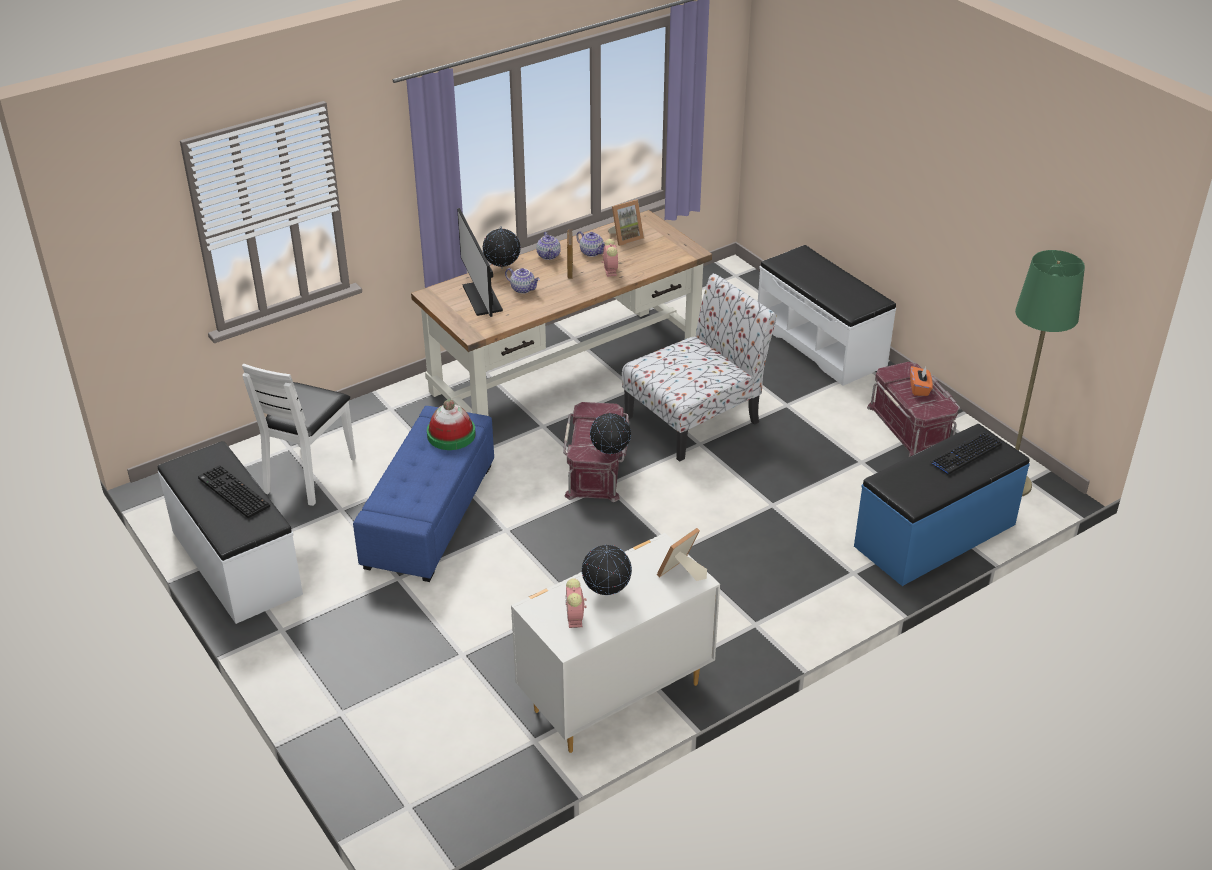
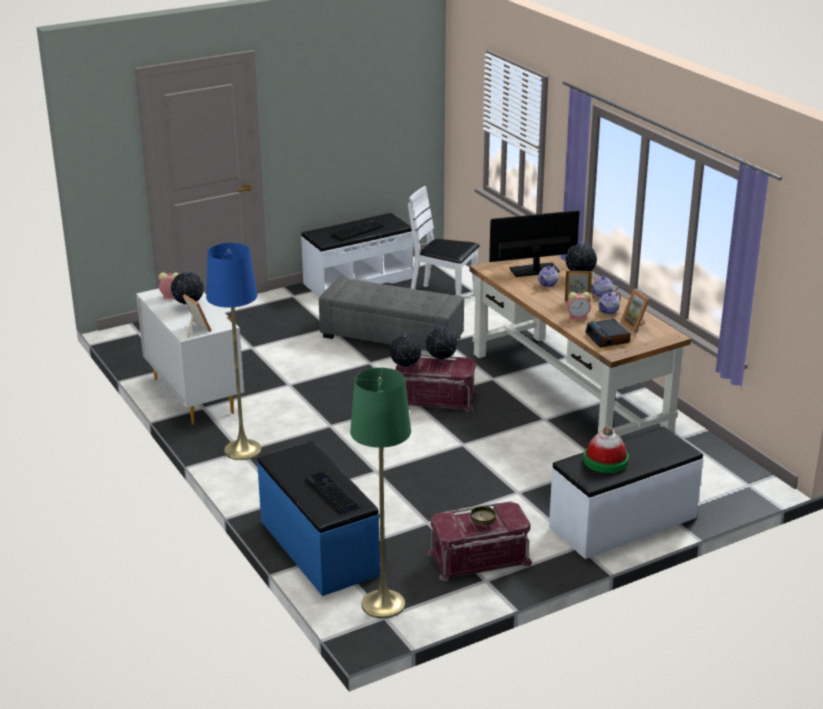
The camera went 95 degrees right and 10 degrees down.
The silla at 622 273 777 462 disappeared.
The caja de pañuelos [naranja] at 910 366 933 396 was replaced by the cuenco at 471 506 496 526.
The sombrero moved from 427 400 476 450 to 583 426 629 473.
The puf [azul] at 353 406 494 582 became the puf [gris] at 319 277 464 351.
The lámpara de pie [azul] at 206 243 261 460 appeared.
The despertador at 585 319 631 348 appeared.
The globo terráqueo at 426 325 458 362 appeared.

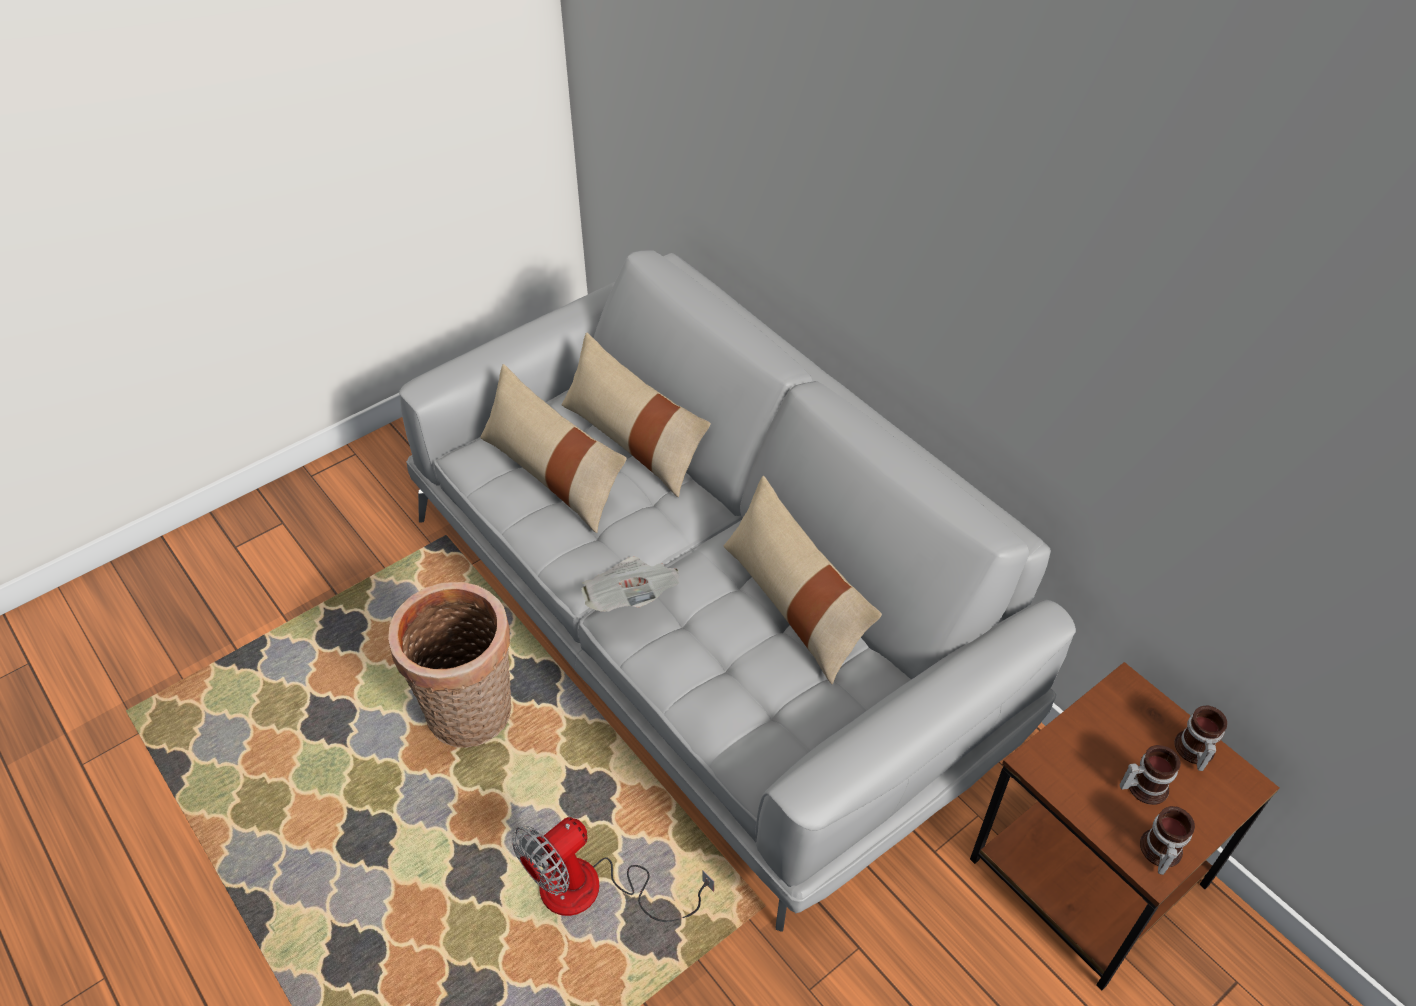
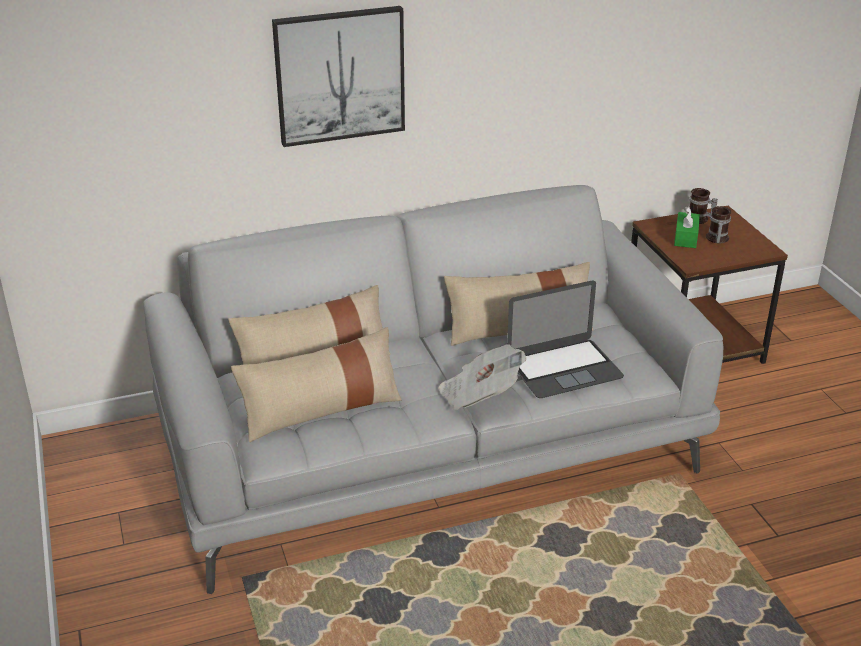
The camera went 70 degrees left and 15 degrees down.
The cesta at 388 582 512 748 disappeared.
The taza grande at 1140 806 1195 875 disappeared.
The ventilador at 512 817 714 922 disappeared.
The cuadro at 272 6 405 147 appeared.
The caja de pañuelos [verde] at 674 206 700 248 appeared.
The portátil at 507 281 624 398 appeared.

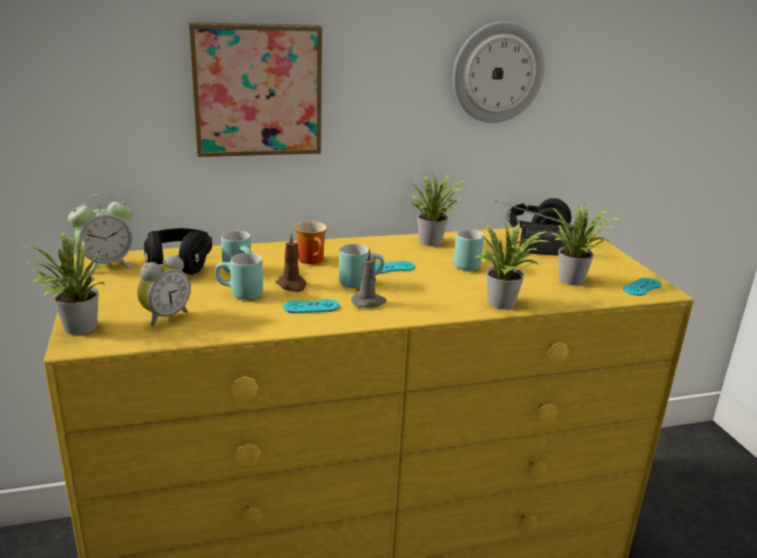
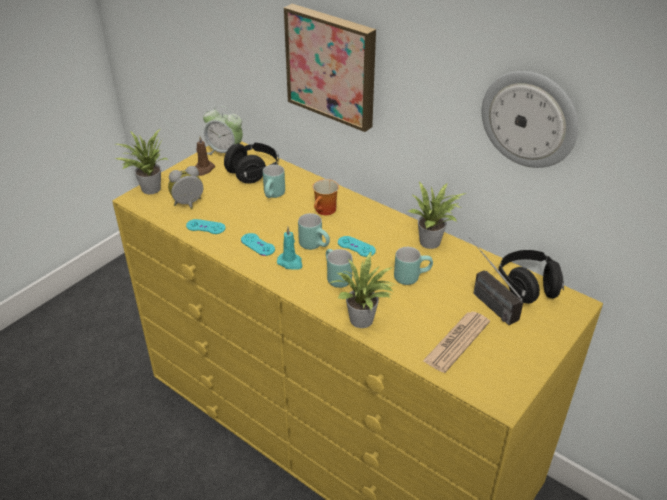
The camera went 55 degrees right and 15 degrees up.
The planta en maceta at 551 204 620 285 was replaced by the periódico at 423 311 490 373.
The vela [marrón] moved from 276 233 306 292 to 195 136 215 176.
The vela [gris] at 351 248 386 308 became the vela [turquesa] at 277 227 302 270.
The taza grande [turquesa] moved from 215 253 263 300 to 326 249 352 288.
The despertador at 137 255 191 326 turned 150 degrees clockwise.
The mando de consola [turquesa] moved from 623 278 662 296 to 186 219 226 234.

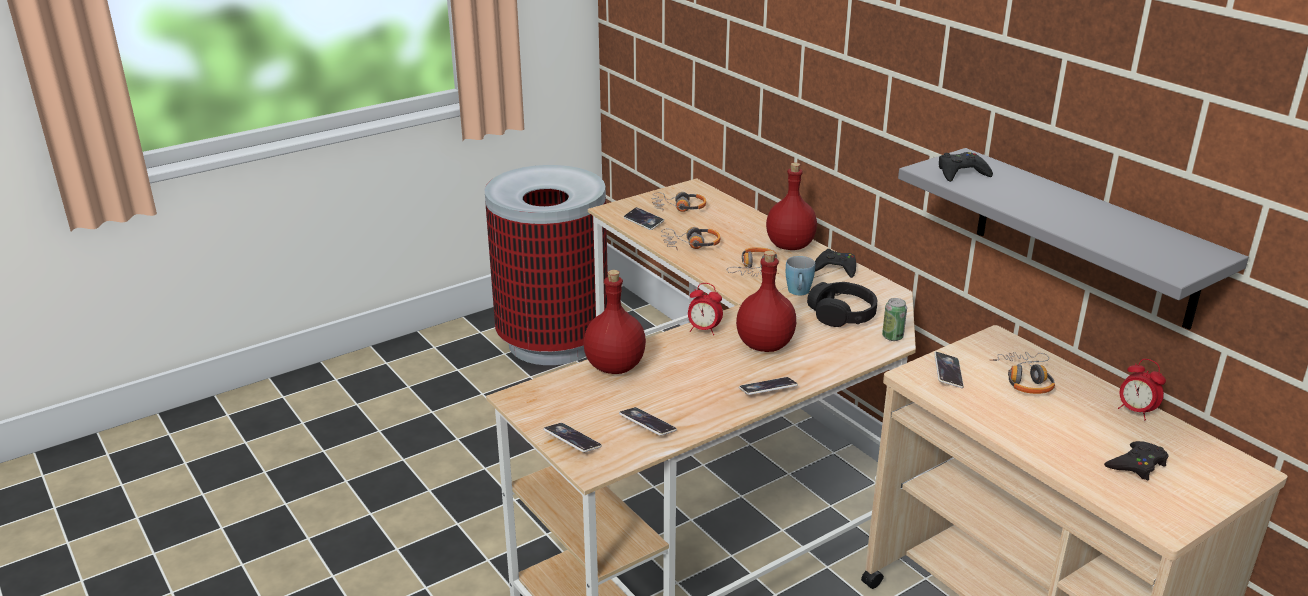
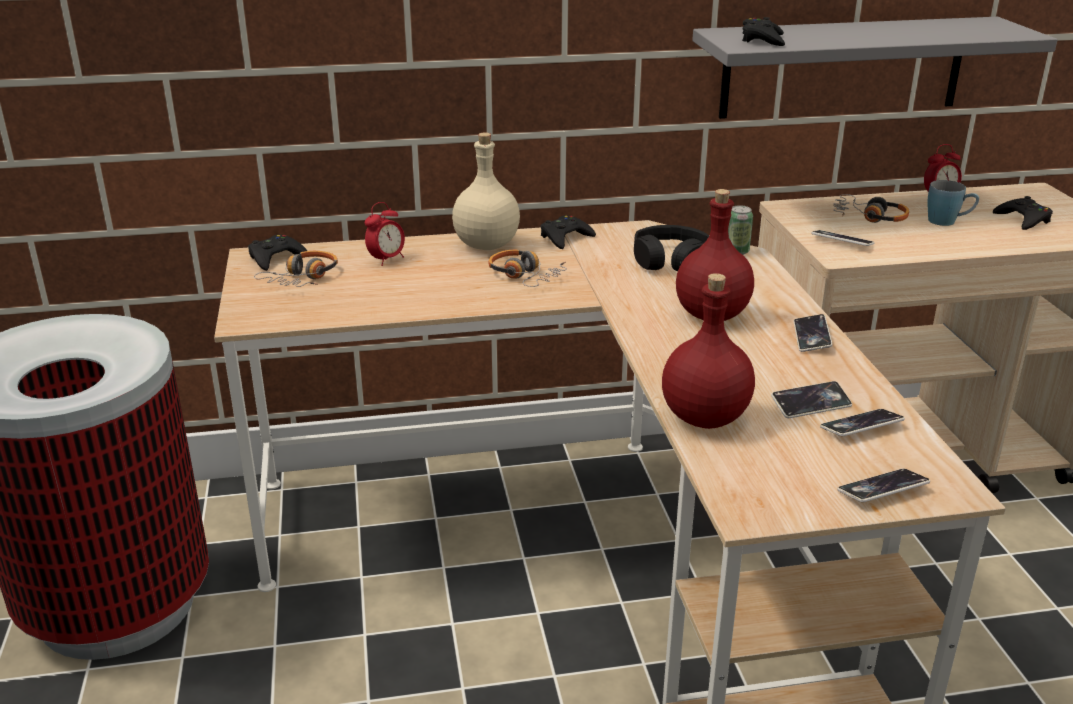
The camera went 65 degrees left and 0 degrees up.
The botella [rojo] at 766 163 817 250 became the botella [beis] at 452 132 520 250.
The móvil moved from 623 207 664 230 to 771 381 852 418.
The auriculares at 661 227 721 250 disappeared.
The taza grande [azul] moved from 786 256 815 295 to 927 180 979 226.
The despertador moved from 688 283 723 335 to 365 202 405 266.
The mando de consola [negro] at 248 235 307 271 appeared.

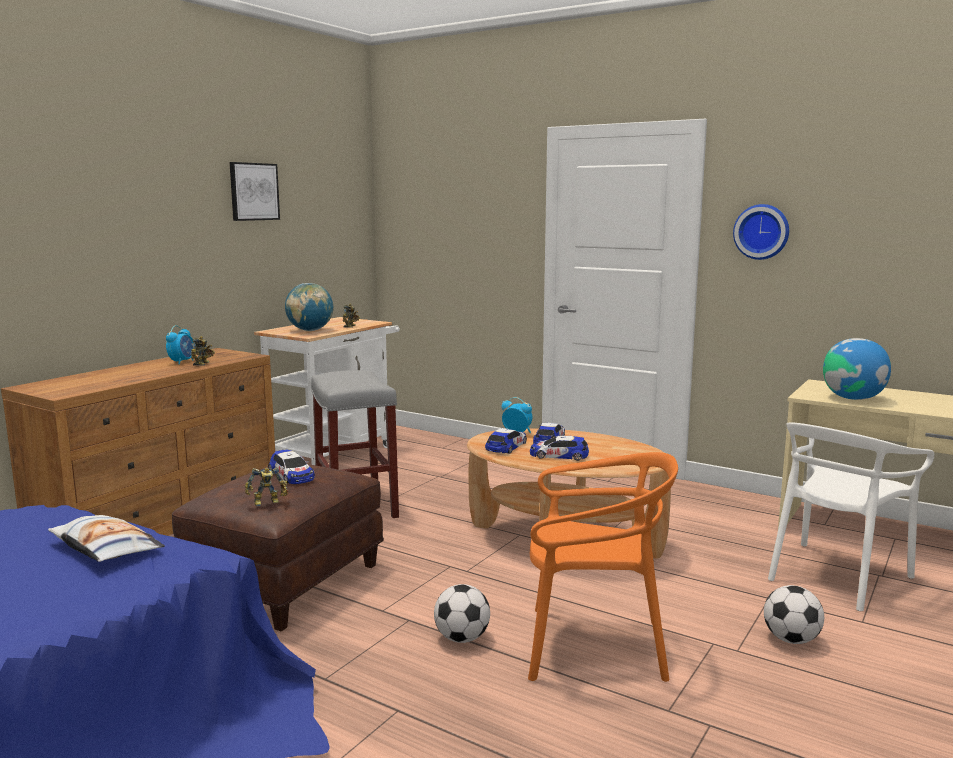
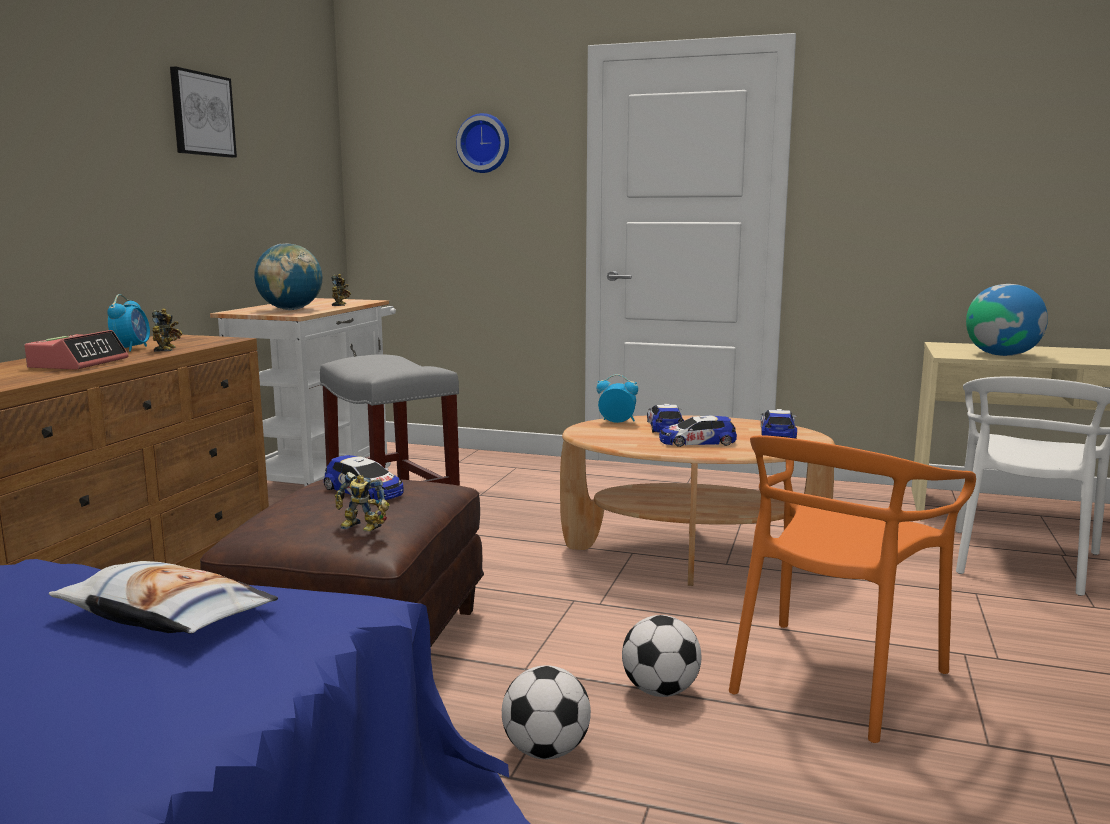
The camera went 15 degrees left and 0 degrees up.
The reloj de pared moved from 733 204 789 260 to 456 113 509 173.
The coche de juguete moved from 485 428 527 454 to 761 409 797 439.
The silla [naranja] at 528 452 678 682 turned 135 degrees clockwise.
The robot de juguete at 245 467 288 506 turned 60 degrees clockwise.
The balón de fútbol moved from 764 585 824 644 to 502 665 591 759.
The despertador at 24 330 129 370 appeared.

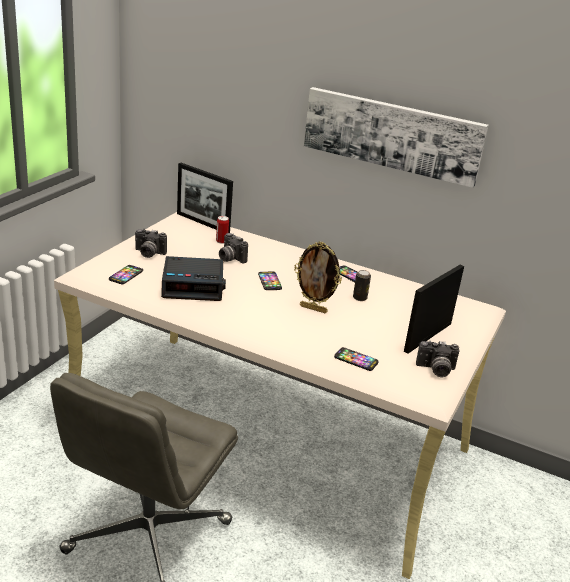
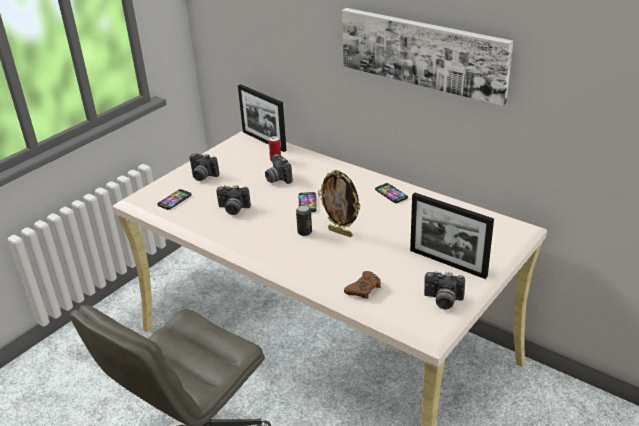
The camera went 15 degrees right and 5 degrees up.
The despertador at 161 256 226 301 was replaced by the cámara at 216 185 251 215.
The portarretratos at 404 265 464 354 turned 105 degrees counterclockwise.
The lata moved from 353 270 371 301 to 296 205 312 236.
The móvil at 334 347 379 371 was replaced by the mando de consola [marrón] at 344 271 381 299.

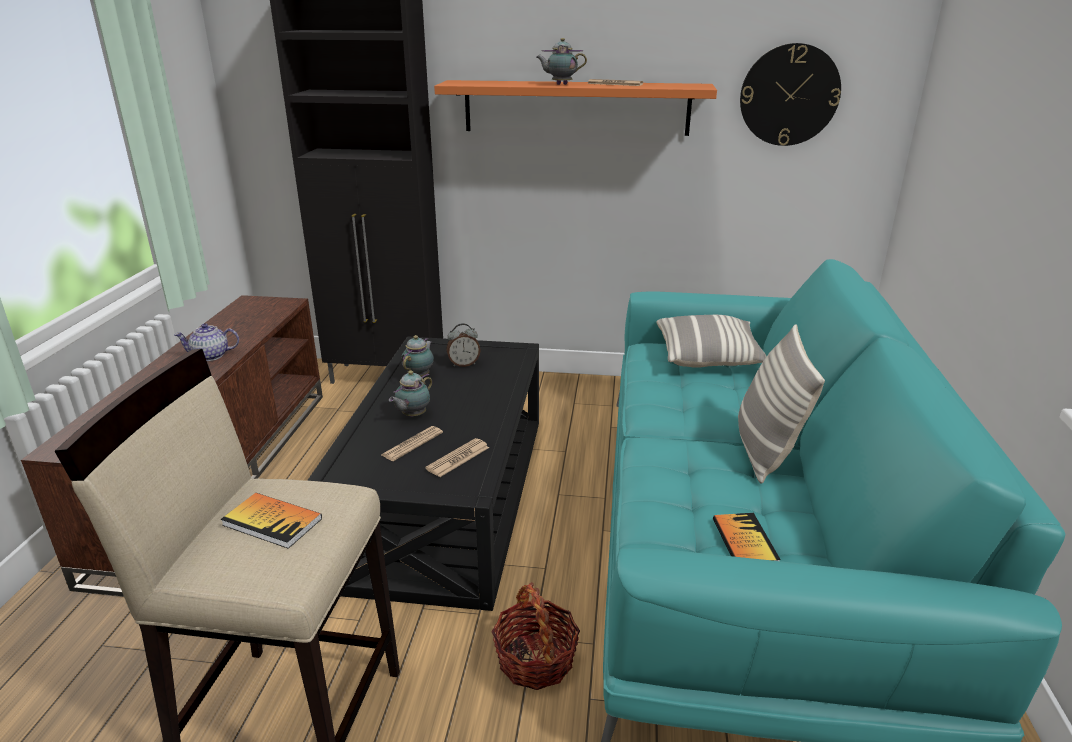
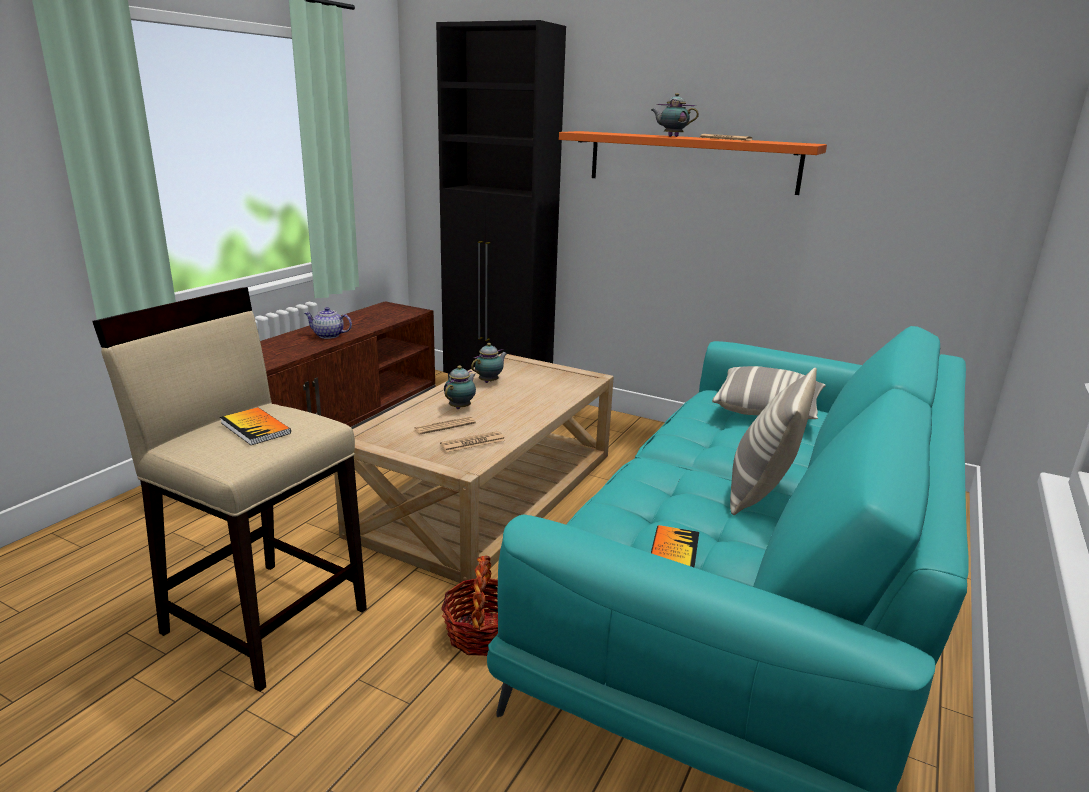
The camera went 20 degrees right and 5 degrees down.
The reloj de pared at 740 43 841 146 disappeared.
The despertador at 447 323 481 367 disappeared.
The mesa de centro [negro] at 307 337 539 611 became the mesa de centro [beis] at 334 353 614 585.
The tetera at 389 371 432 417 turned 150 degrees clockwise.

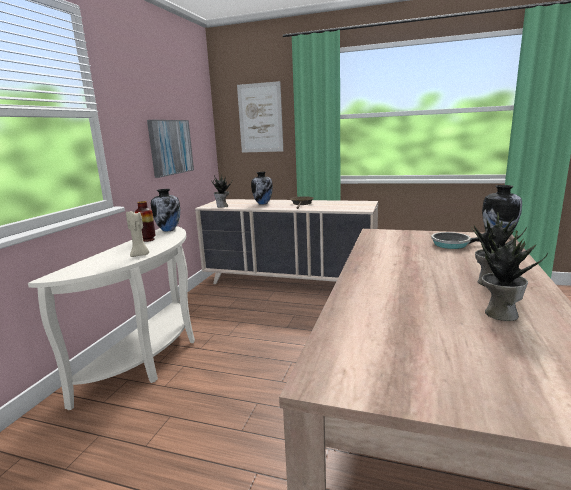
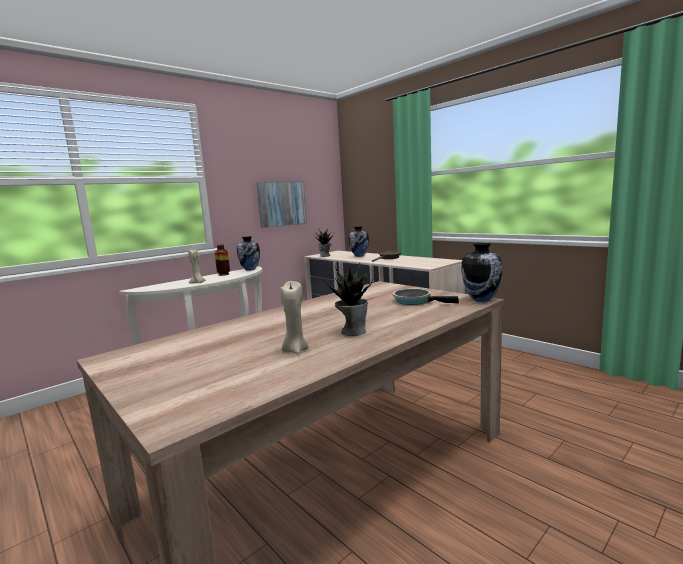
The camera went 30 degrees right and 5 degrees down.
The cuadro at 237 81 283 153 disappeared.
The planta en maceta at 481 230 548 321 was replaced by the vela [beis] at 280 281 309 354.

